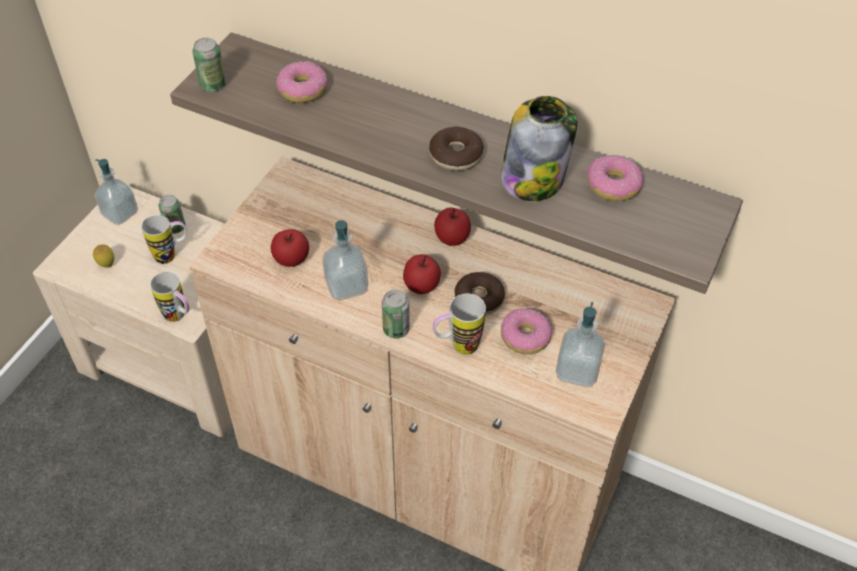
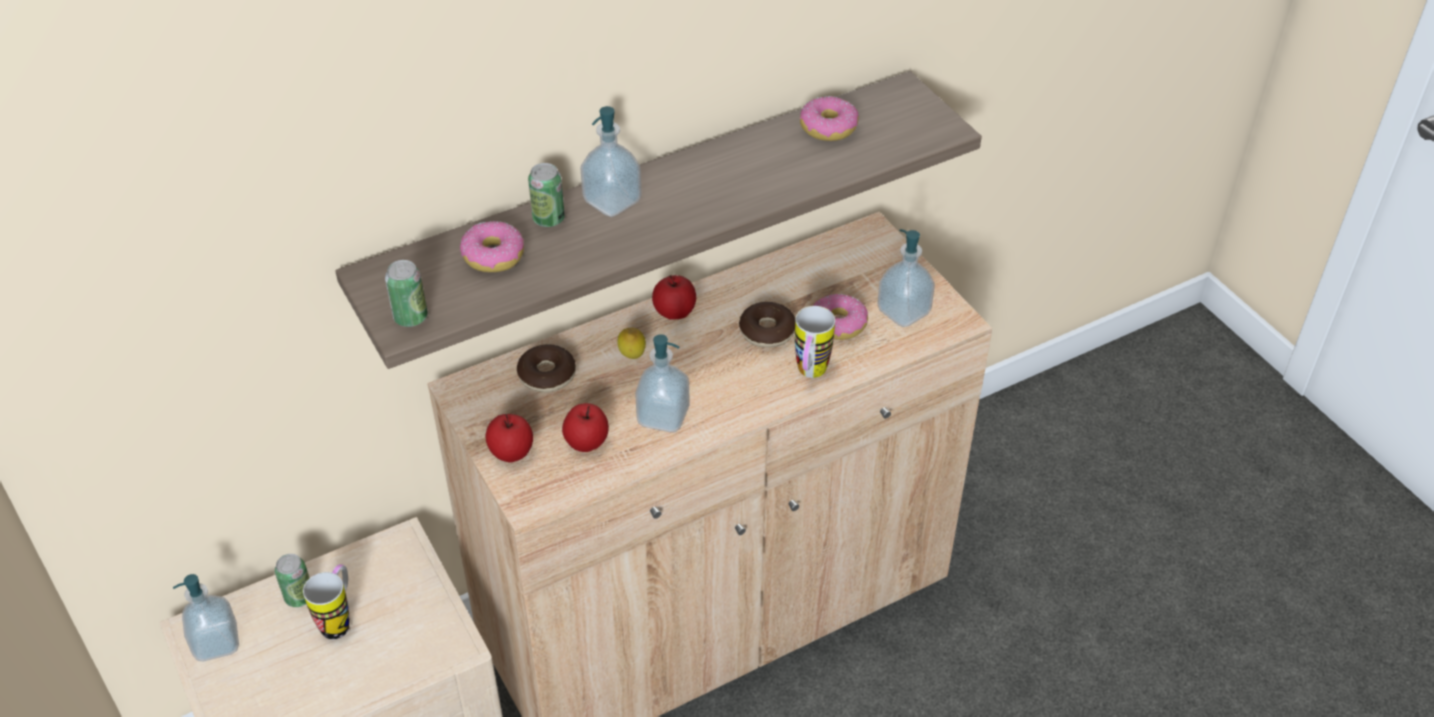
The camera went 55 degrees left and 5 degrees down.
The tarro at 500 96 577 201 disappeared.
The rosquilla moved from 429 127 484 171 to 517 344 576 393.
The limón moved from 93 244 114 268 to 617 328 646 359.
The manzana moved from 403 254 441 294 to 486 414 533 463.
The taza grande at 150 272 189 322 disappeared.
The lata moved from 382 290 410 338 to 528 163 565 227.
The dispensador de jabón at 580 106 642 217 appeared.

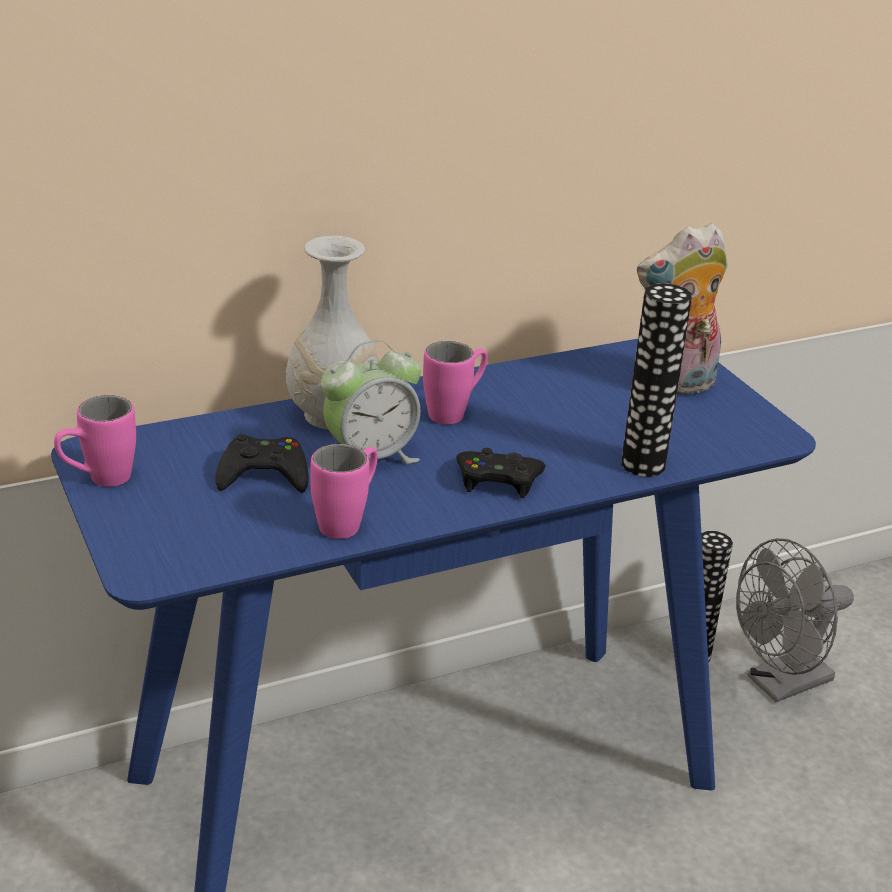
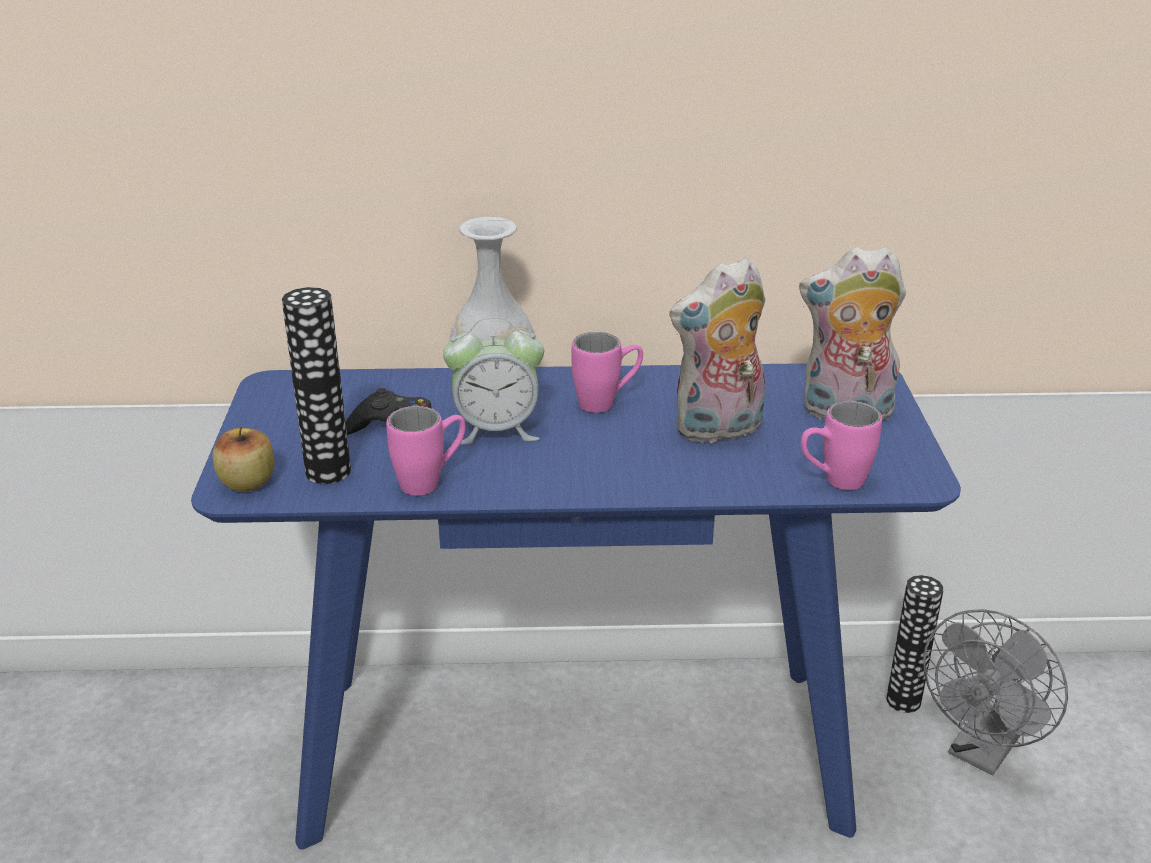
The camera went 25 degrees right and 0 degrees up.
The florero moved from 621 283 692 477 to 282 287 351 484.
The taza grande [rosa] moved from 54 395 136 487 to 801 401 882 490.
The mando de consola [negro] at 457 448 546 498 disappeared.
The ventilador [gris] at 736 538 854 702 turned 45 degrees counterclockwise.
The peluche at 669 257 765 443 appeared.
The manzana at 213 426 275 491 appeared.

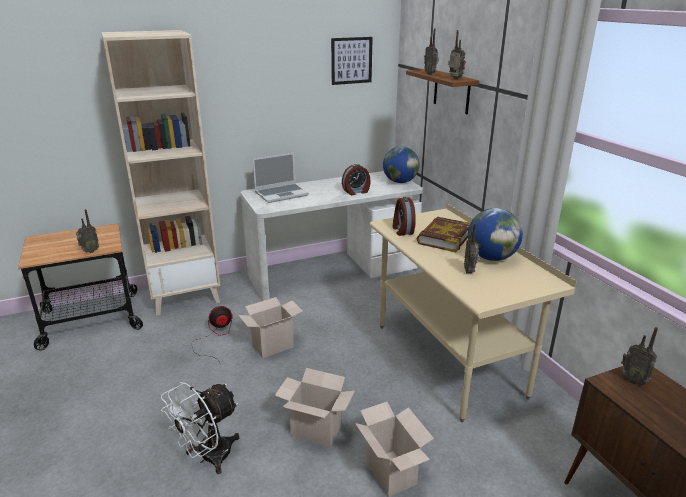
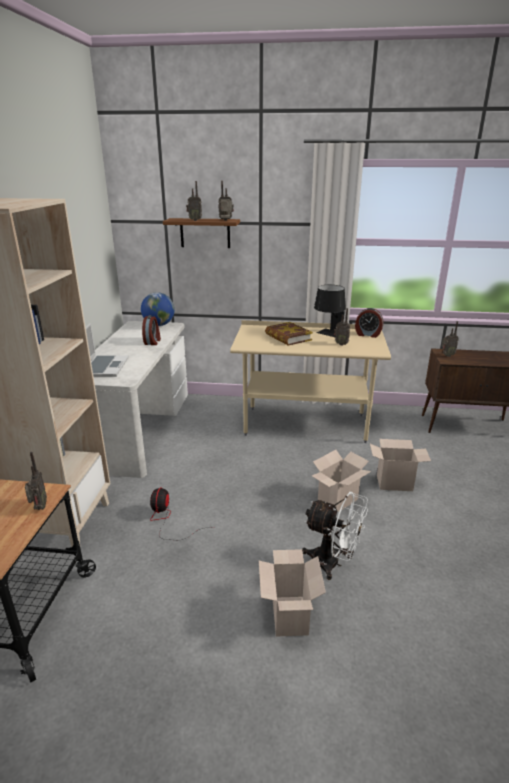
The camera went 60 degrees left and 0 degrees up.
The cuadro at 331 37 373 85 disappeared.
The despertador moved from 393 197 416 236 to 355 308 383 338.
The globo terráqueo at 468 208 523 261 was replaced by the lámpara de mesa [negro] at 314 285 346 338.
The caja de cartón moved from 238 297 303 358 to 259 549 326 637.
The ventilador [blanco] at 161 382 239 474 turned 45 degrees counterclockwise.

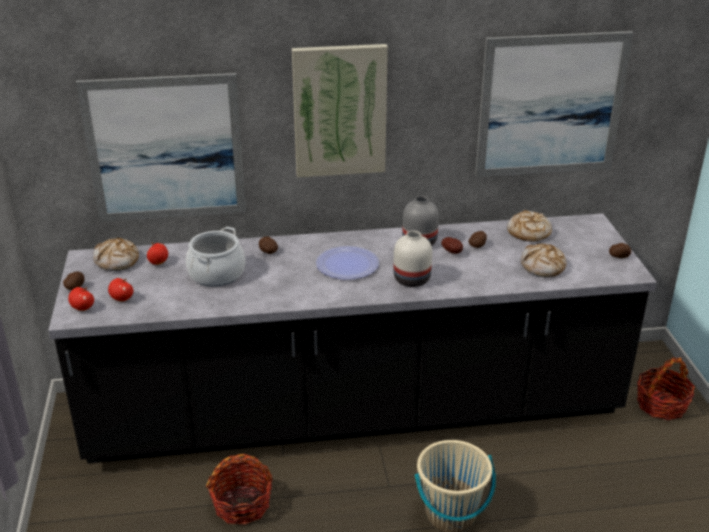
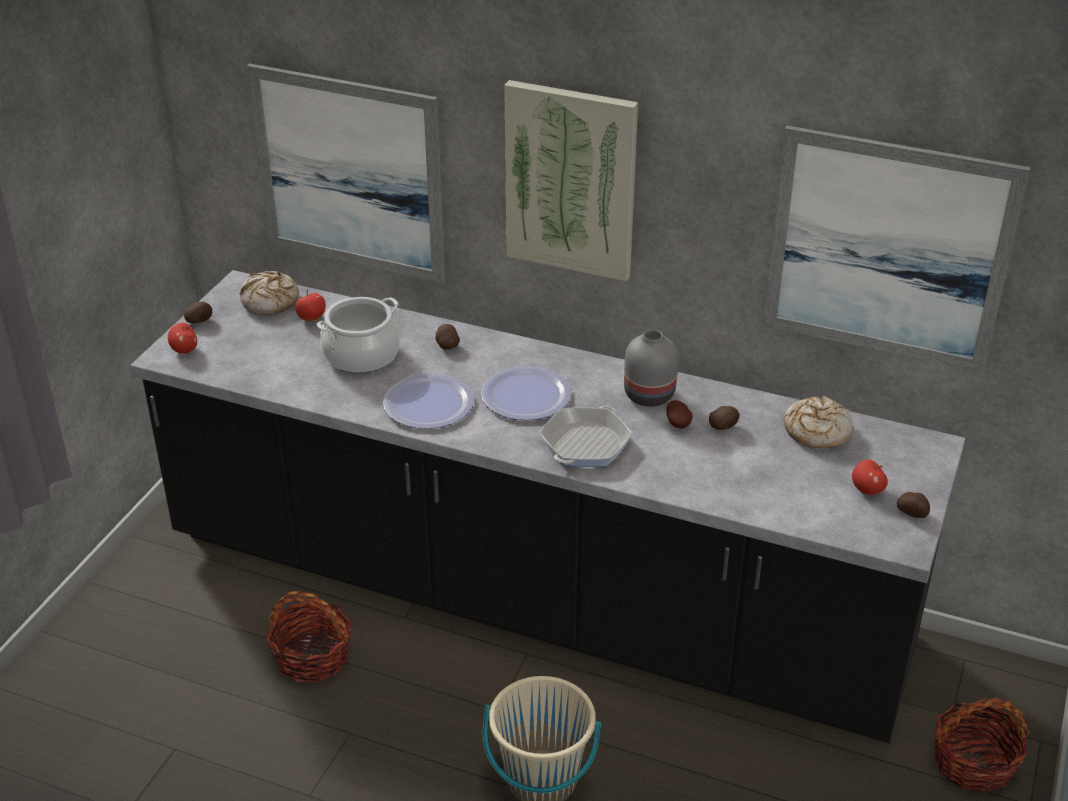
The camera went 30 degrees right and 5 degrees up.
The florero [blanco] at 393 231 432 287 was replaced by the sartén at 539 406 632 467.
The pan at 521 243 566 278 disappeared.
The manzana moved from 108 278 133 302 to 852 460 888 495.
The plato at 383 374 474 429 appeared.

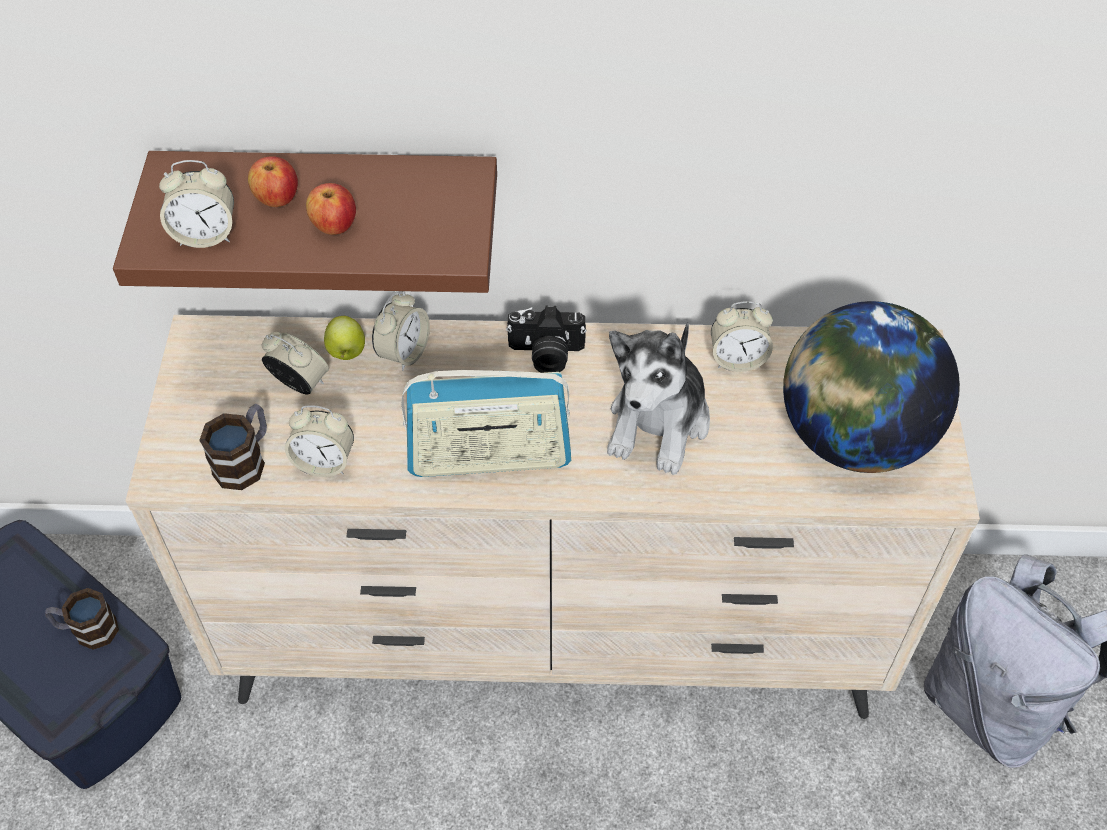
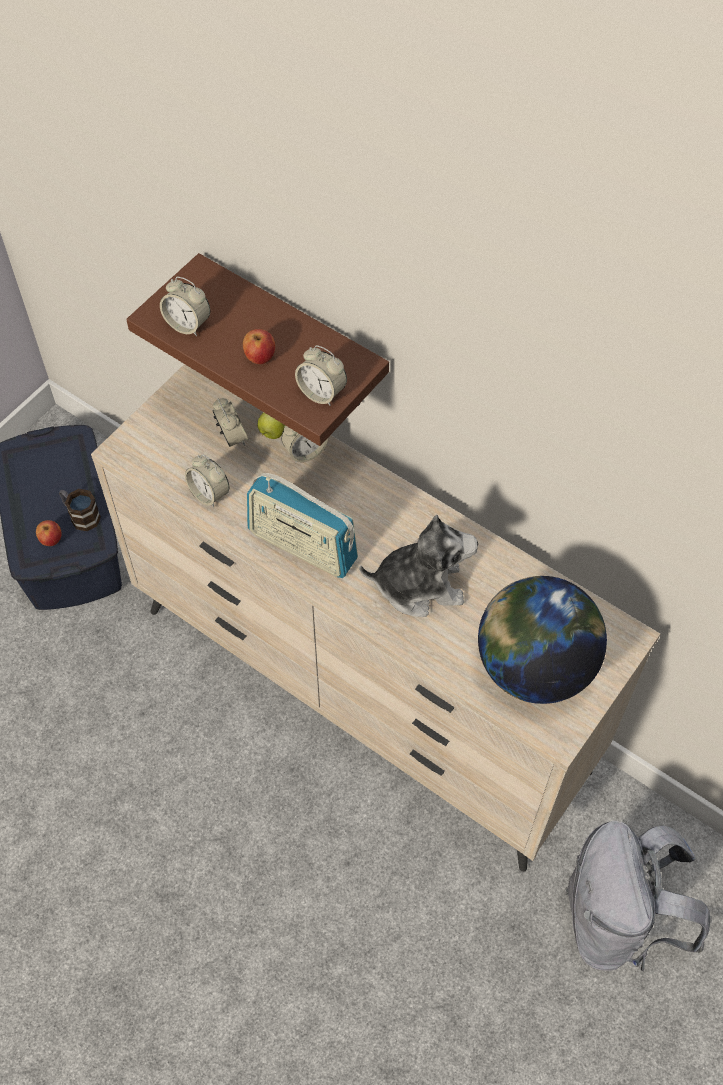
The camera went 35 degrees right and 5 degrees up.
The manzana moved from 248 156 298 207 to 36 520 62 546.
The despertador moved from 711 301 773 372 to 295 345 347 406.
The cámara at 506 306 586 373 disappeared.
The peluche at 607 322 710 475 turned 150 degrees counterclockwise.
The taza grande at 199 404 267 490 disappeared.

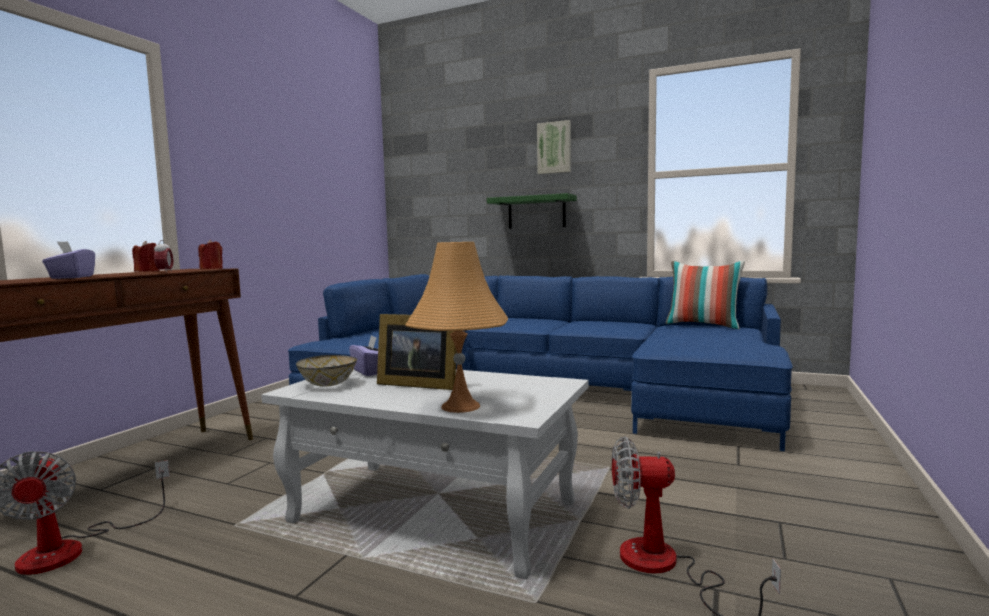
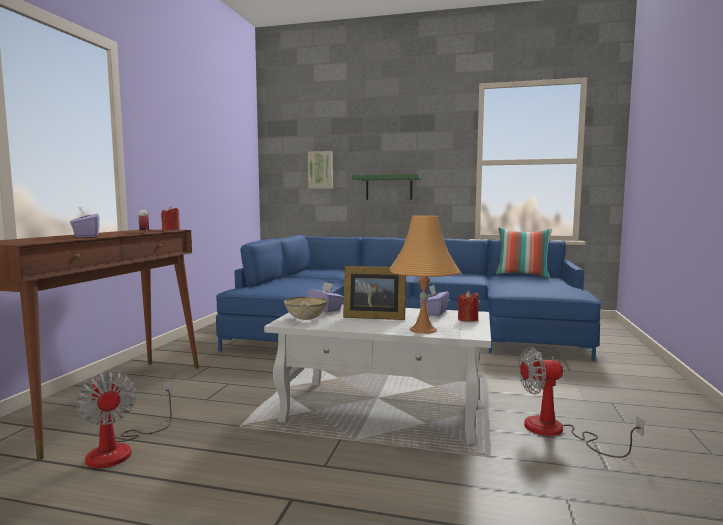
The camera went 10 degrees left and 0 degrees up.
The cuadro moved from 537 120 571 174 to 308 151 333 189.
The vela [rojo] moved from 132 241 160 272 to 457 291 479 322.
The caja de pañuelos [morado] at 420 284 449 316 appeared.

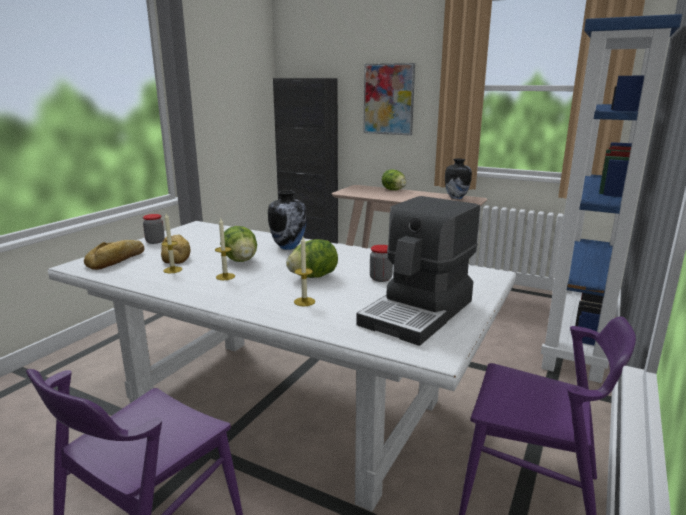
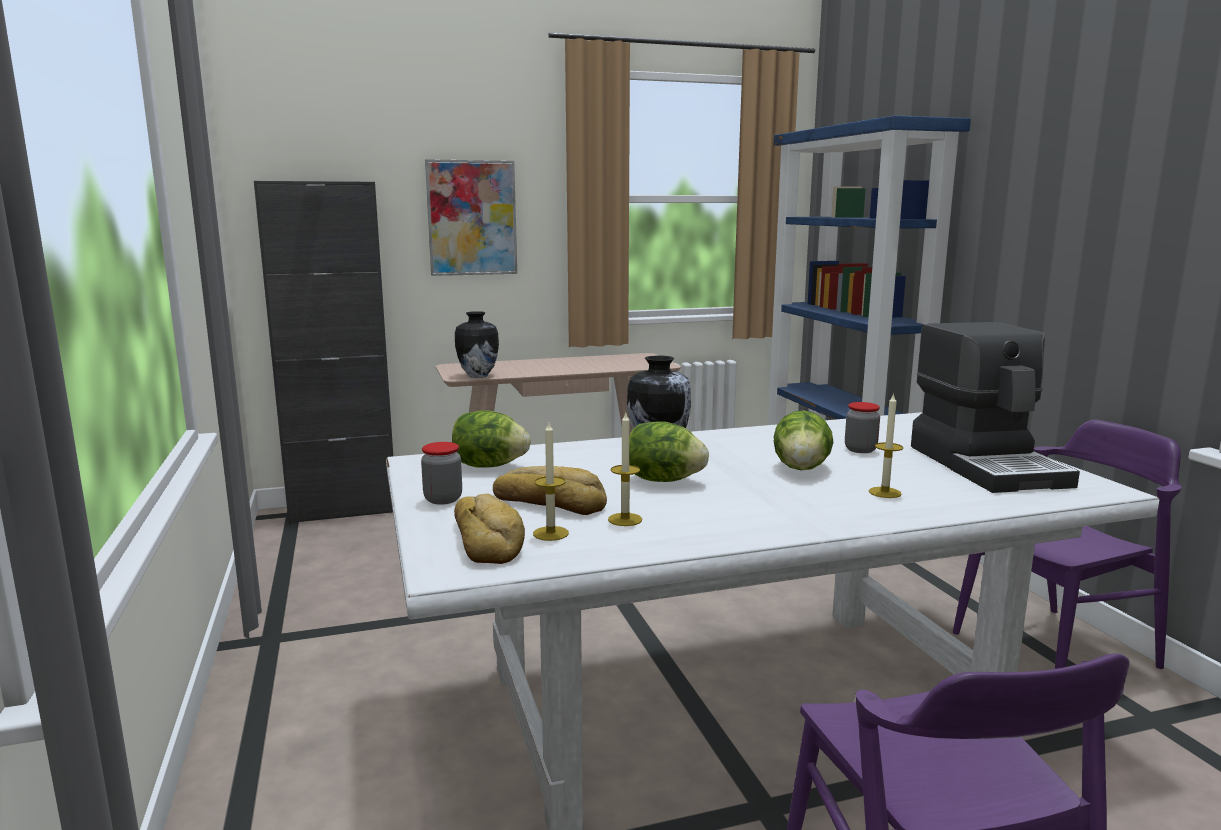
The camera went 45 degrees left and 5 degrees down.
The florero moved from 445 159 472 199 to 455 311 499 378.
The lechuga moved from 382 169 406 190 to 452 410 530 468.
The vela moved from 215 218 235 280 to 533 422 569 541.

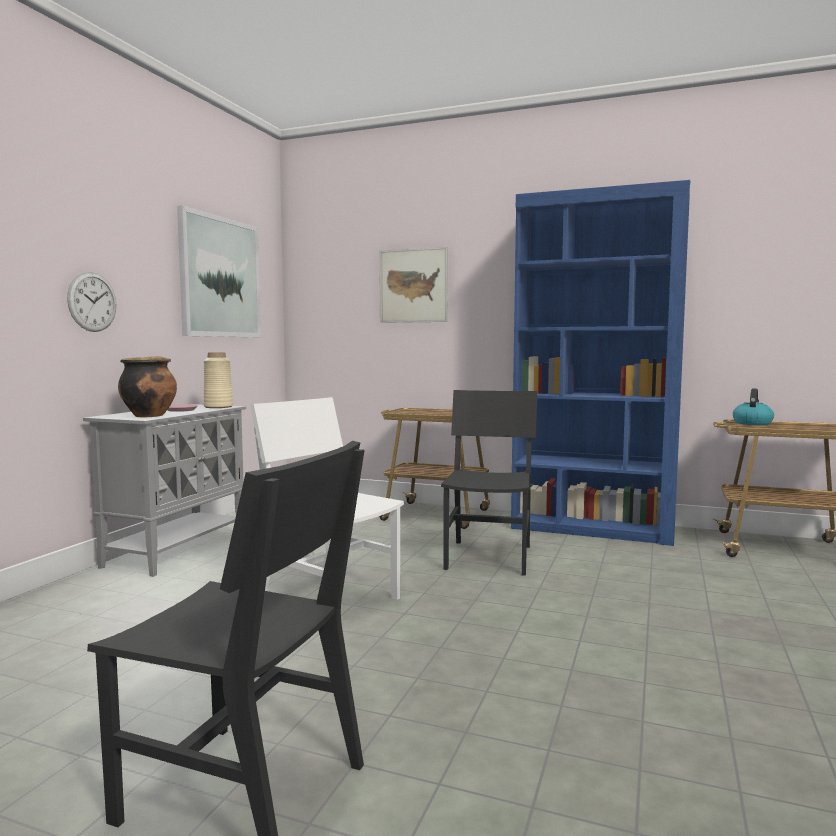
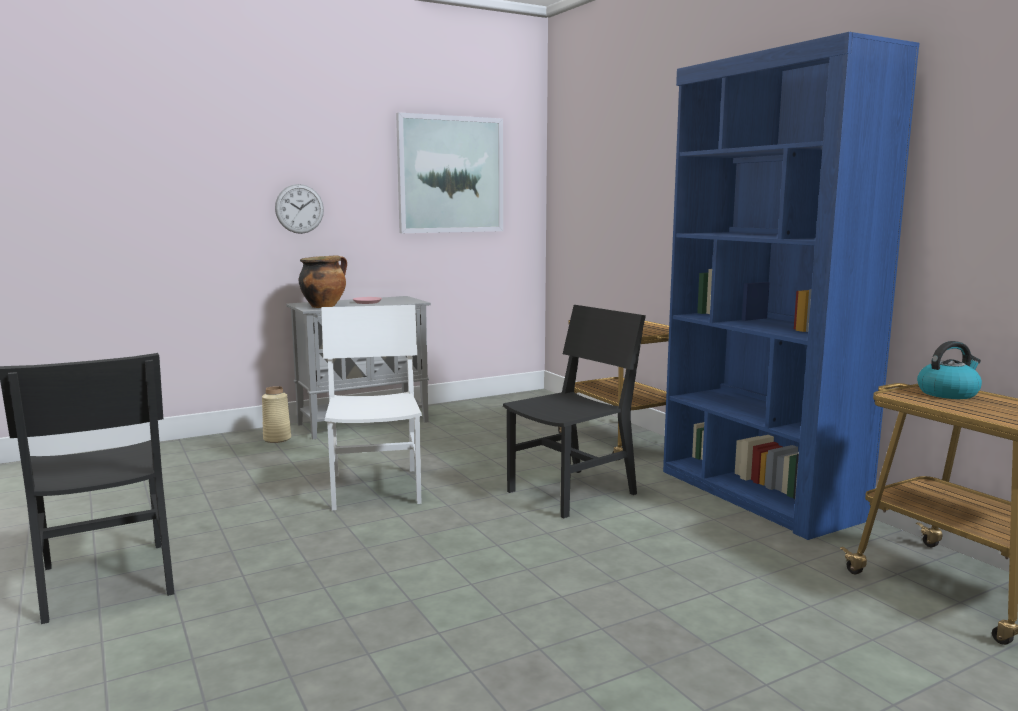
The camera went 40 degrees right and 5 degrees up.
The cuadro at 379 247 448 323 disappeared.
The florero [beis] moved from 204 352 233 408 to 262 386 291 443.

